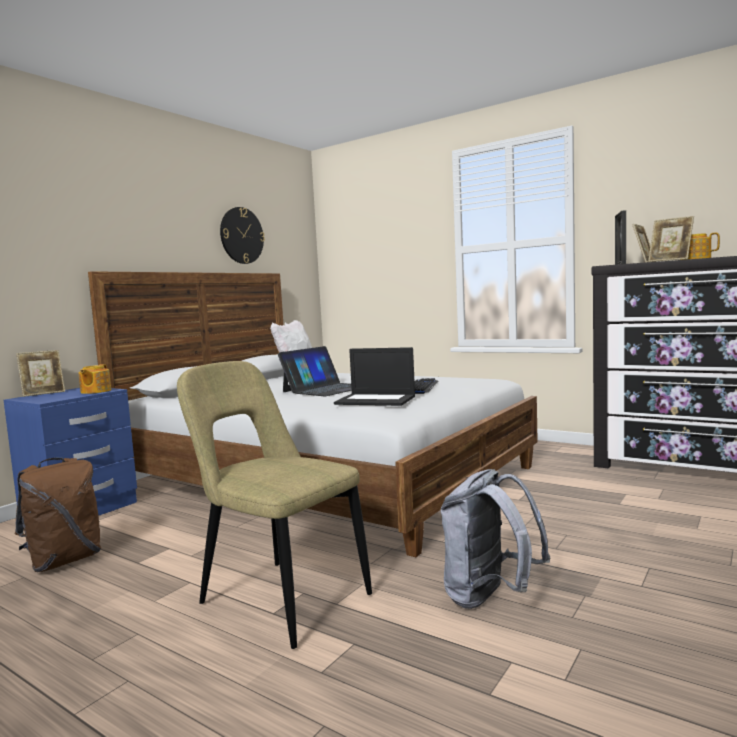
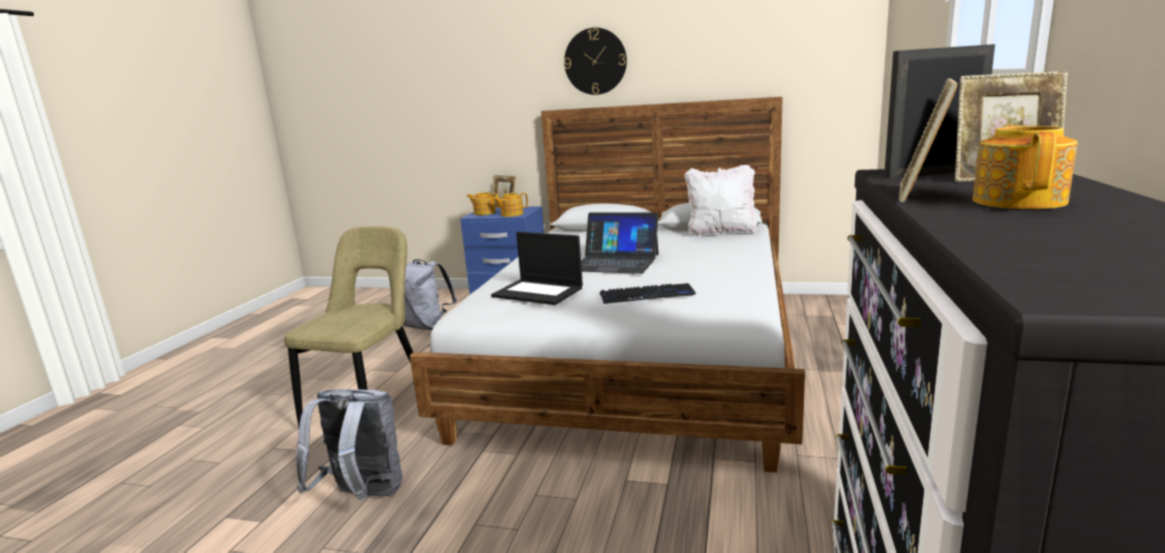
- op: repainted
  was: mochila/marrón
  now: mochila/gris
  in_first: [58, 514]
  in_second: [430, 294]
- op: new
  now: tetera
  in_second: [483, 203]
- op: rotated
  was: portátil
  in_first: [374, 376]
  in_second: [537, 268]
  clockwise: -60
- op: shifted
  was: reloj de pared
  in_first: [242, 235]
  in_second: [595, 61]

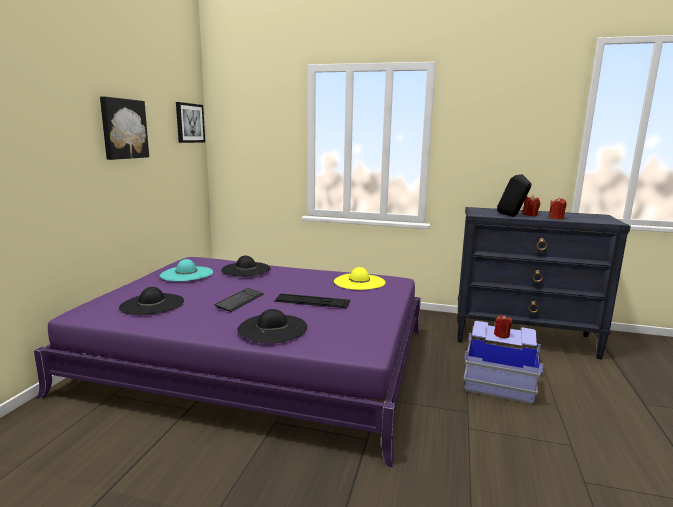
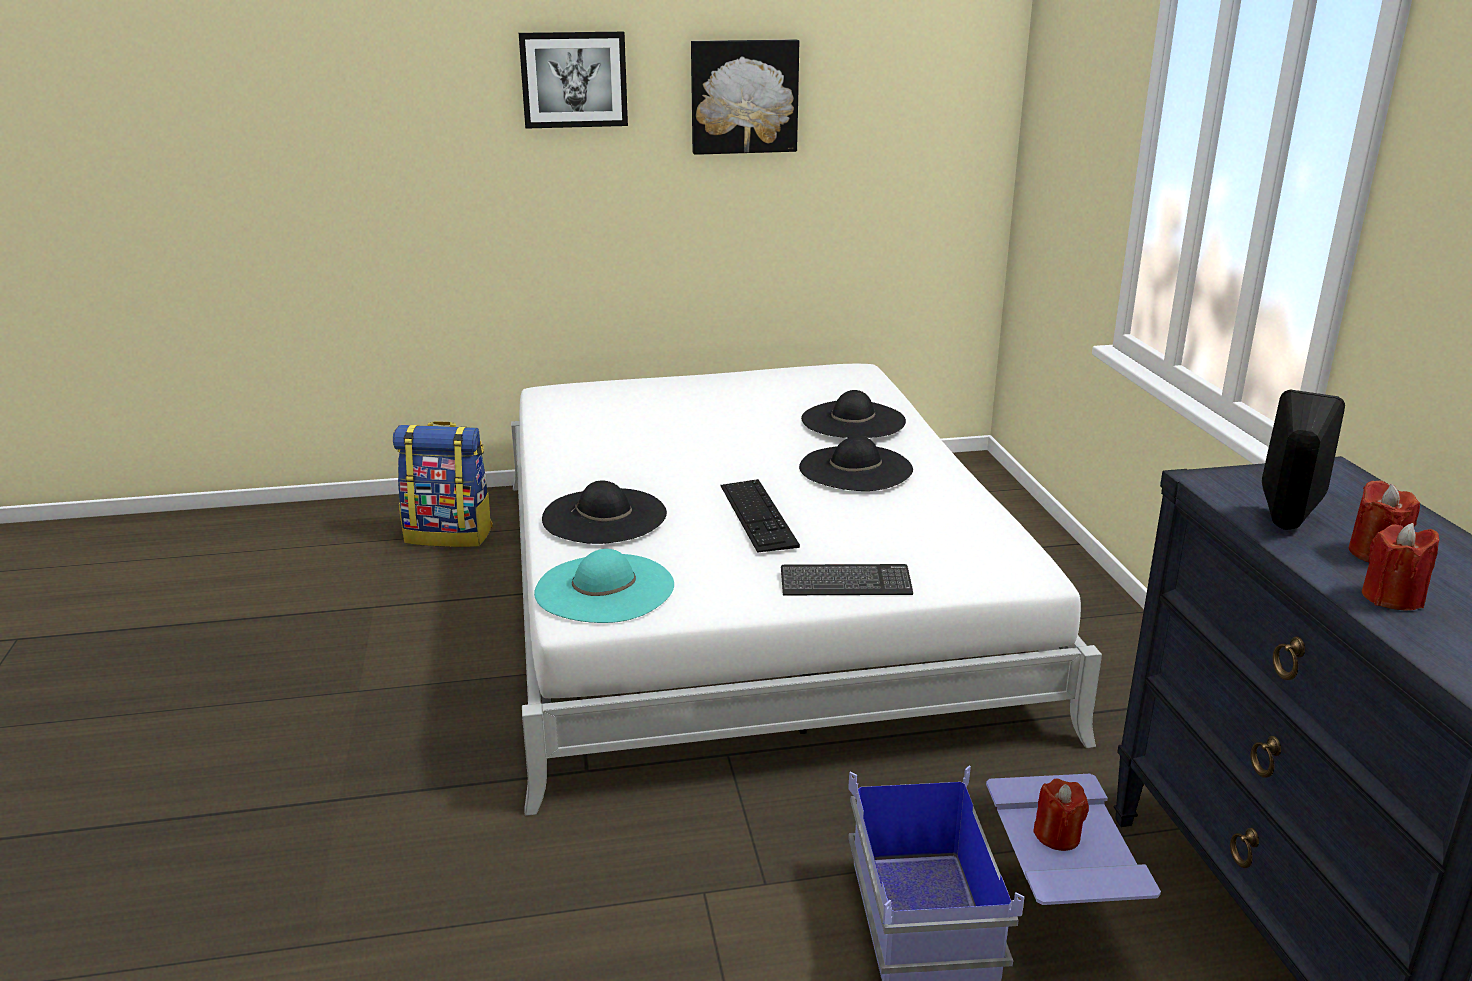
- op: new
  now: mochila
  in_second: [443, 484]
- op: repainted
  was: cama/morado
  now: cama/blanco
  in_first: [227, 362]
  in_second: [806, 590]
- op: shifted
  was: cuadro
  in_first: [190, 122]
  in_second: [573, 80]
- op: shifted
  was: sombrero/turquesa
  in_first: [186, 270]
  in_second: [604, 586]
- op: shifted
  was: teclado
  in_first: [239, 300]
  in_second: [847, 579]
- op: shifted
  was: sombrero/negro
  in_first: [151, 301]
  in_second: [856, 463]
- op: gone
  was: sombrero/amarillo
  in_first: [359, 278]

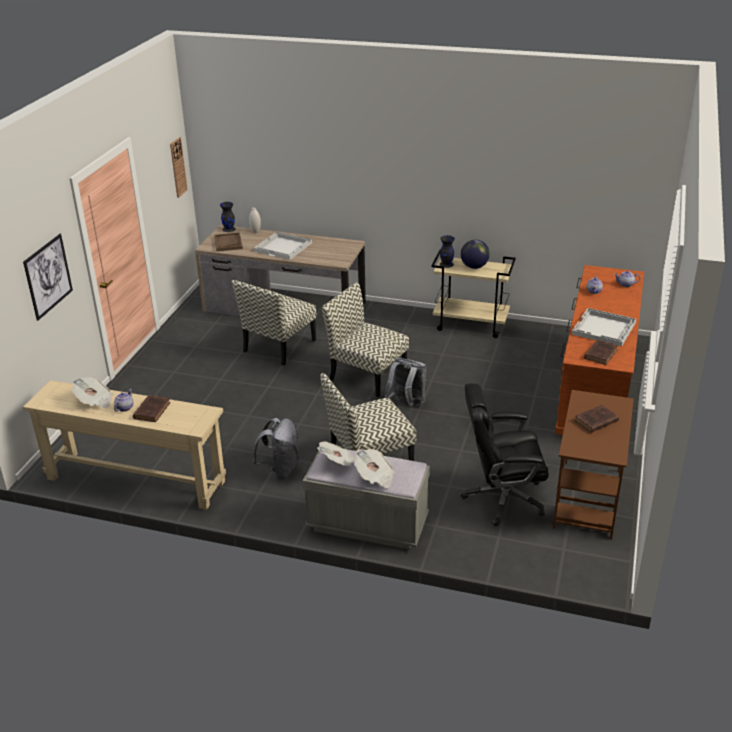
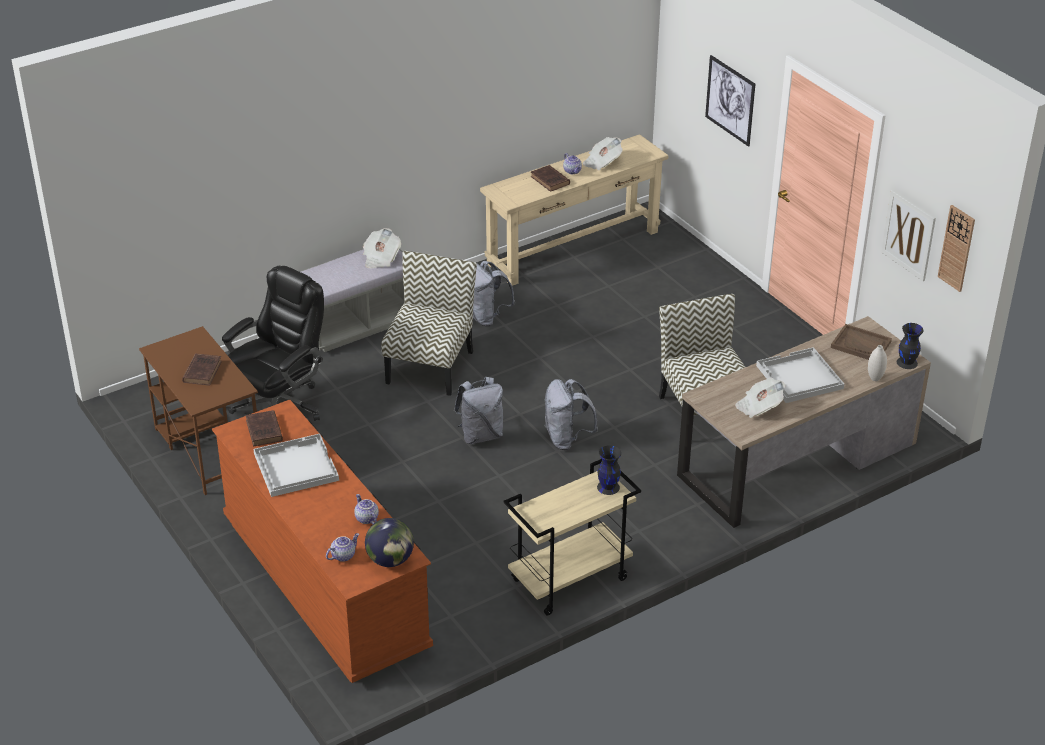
- op: shifted
  was: globo terráqueo
  in_first: [475, 254]
  in_second: [389, 542]
- op: swapped
  was: silla
  now: mochila/gris
  in_first: [365, 339]
  in_second: [571, 414]
- op: shifted
  was: periódico
  in_first: [374, 468]
  in_second: [760, 398]
- op: new
  now: cuadro
  in_second: [908, 235]

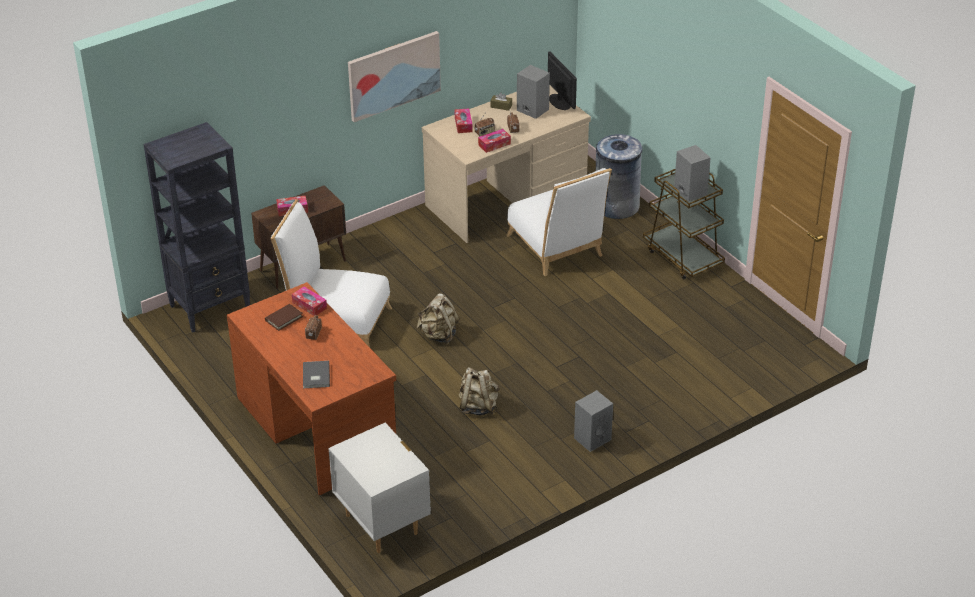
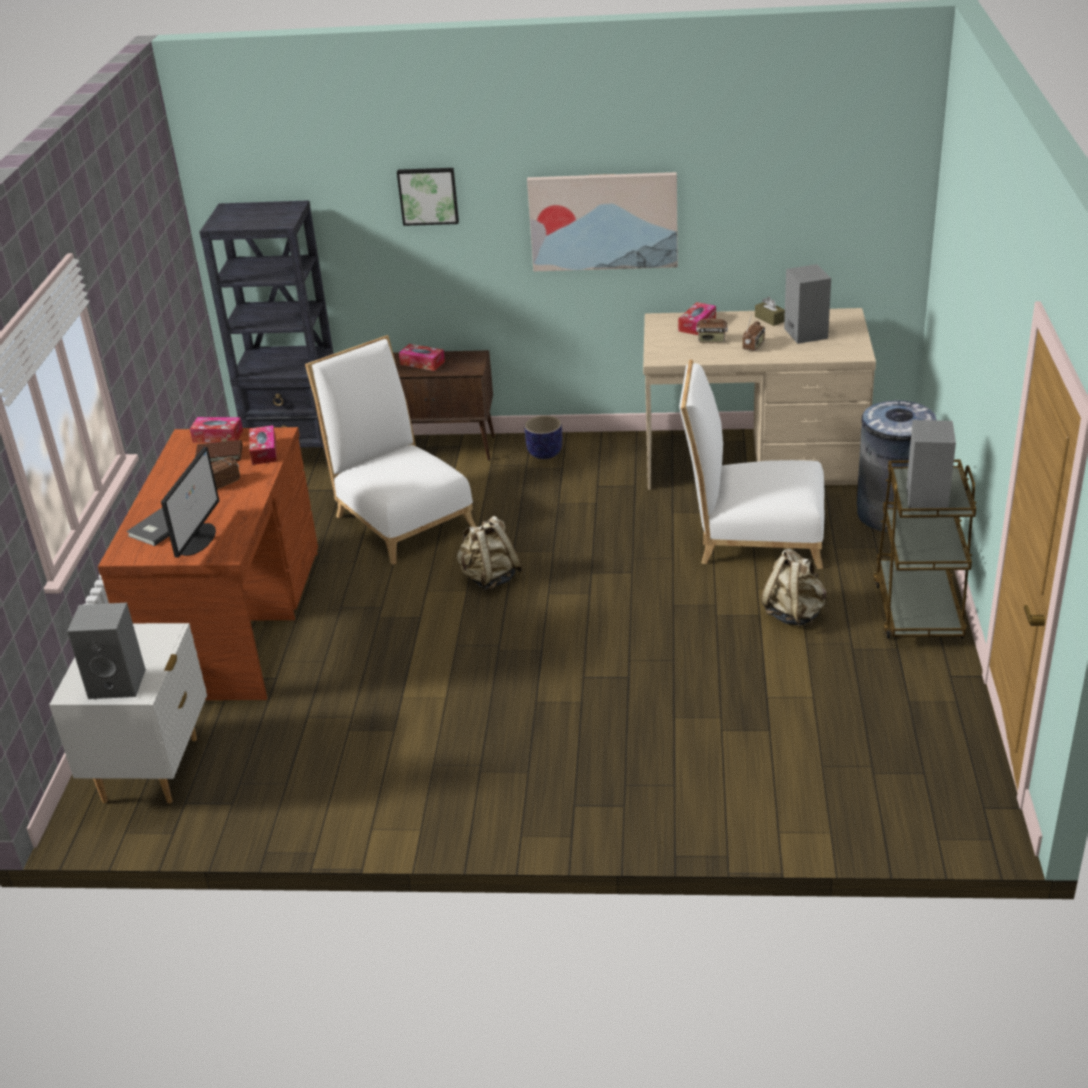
- op: shifted
  was: altavoz/gris
  in_first: [593, 421]
  in_second: [106, 651]
- op: shifted
  was: monitor
  in_first: [562, 81]
  in_second: [190, 502]
- op: shifted
  was: caja de pañuelos
  in_first: [494, 141]
  in_second: [216, 430]
- op: new
  now: cuadro
  in_second: [428, 197]
- op: new
  now: maceta
  in_second: [543, 437]
- op: rotated
  was: silla/blanco
  in_first: [559, 222]
  in_second: [751, 464]
  clockwise: 90
- op: shifted
  was: mochila/beis
  in_first: [479, 391]
  in_second: [793, 588]

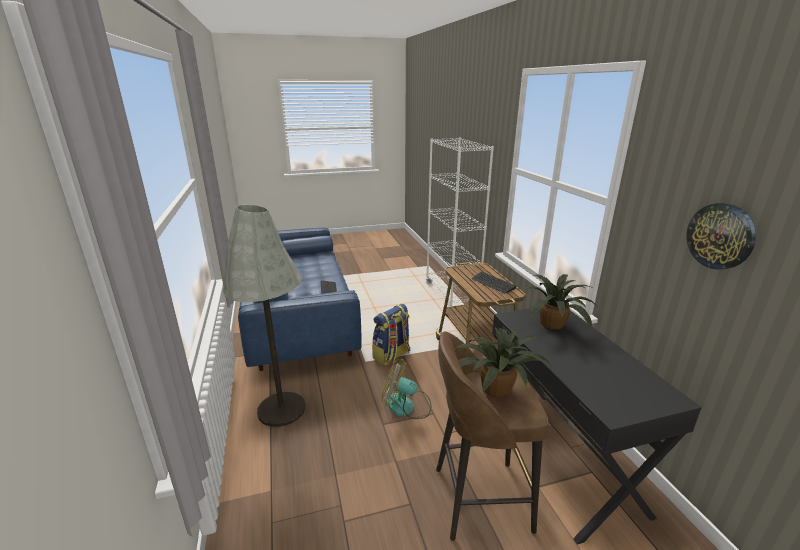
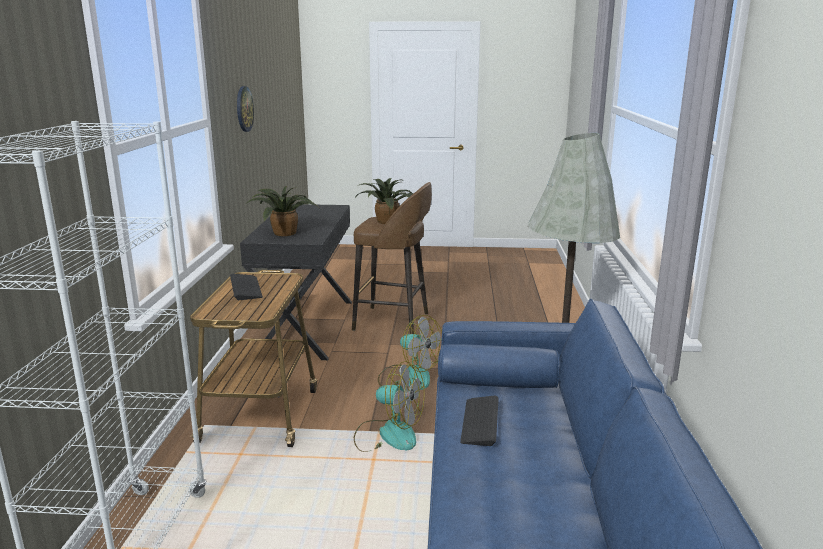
- op: swapped
  was: mochila
  now: ventilador
  in_first: [391, 335]
  in_second: [389, 406]

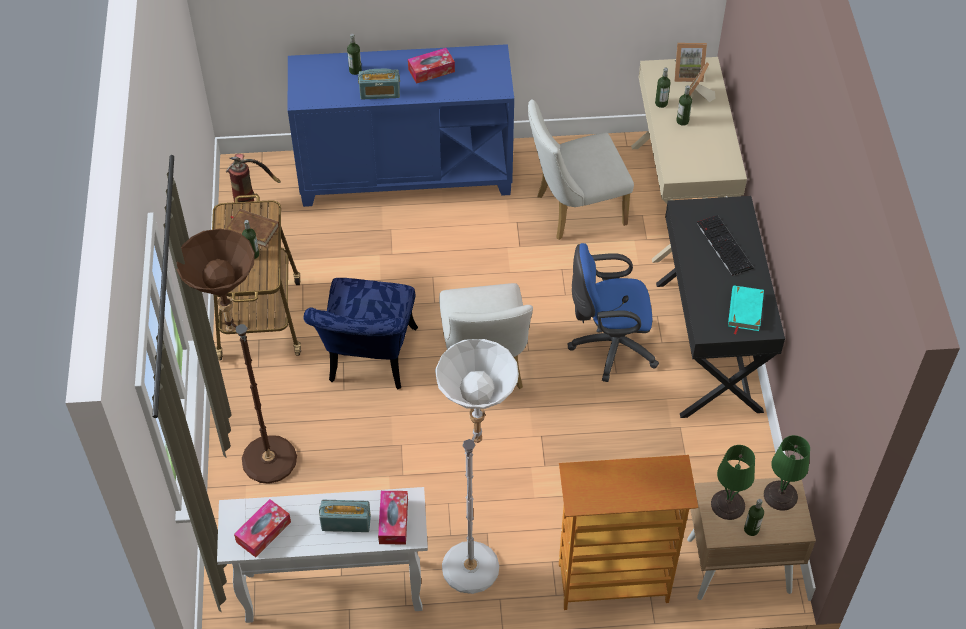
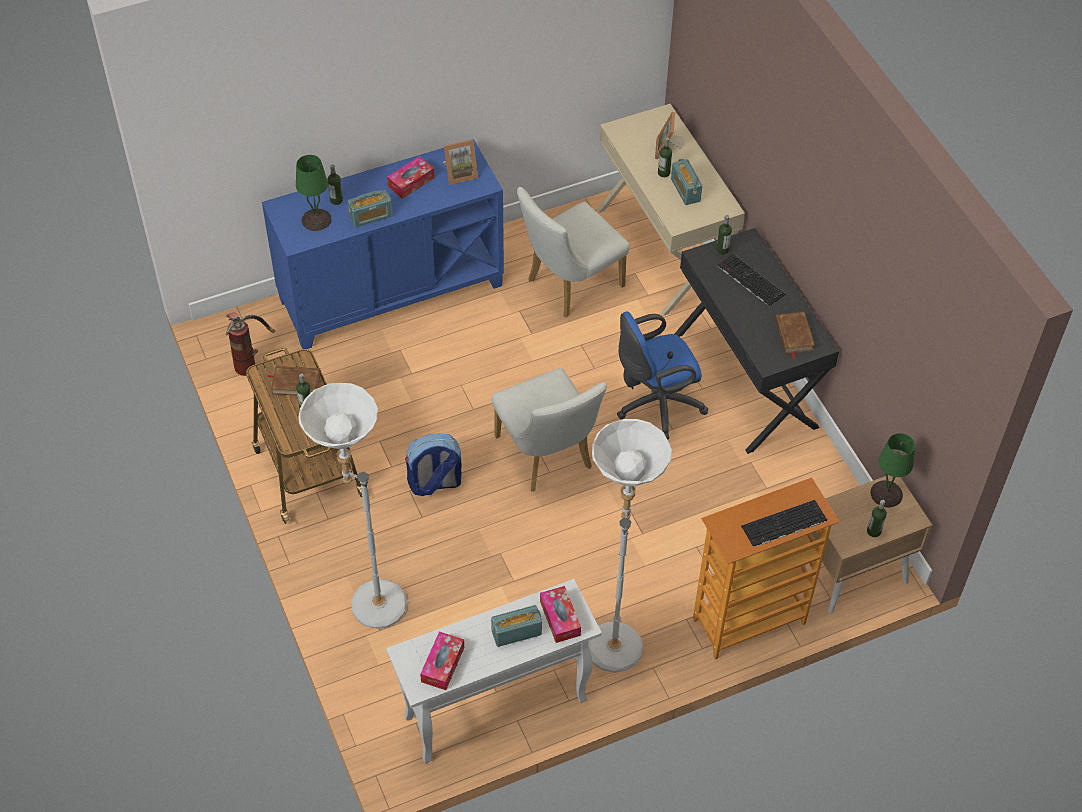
- op: shifted
  was: lámpara de mesa/verde
  in_first: [733, 482]
  in_second: [314, 193]
- op: repainted
  was: lámpara de pie/marrón
  now: lámpara de pie/blanco
  in_first: [236, 356]
  in_second: [353, 506]
- op: swapped
  was: silla/azul
  now: mochila
  in_first: [361, 334]
  in_second: [433, 464]
- op: shifted
  was: portarretratos
  in_first: [690, 62]
  in_second: [460, 162]
- op: new
  now: radio
  in_second: [686, 181]
- op: shifted
  was: botella
  in_first: [662, 87]
  in_second: [724, 235]
- op: new
  now: teclado
  in_second: [784, 523]
- op: repainted
  was: libro/turquesa
  now: libro/marrón
  in_first: [746, 310]
  in_second: [795, 335]

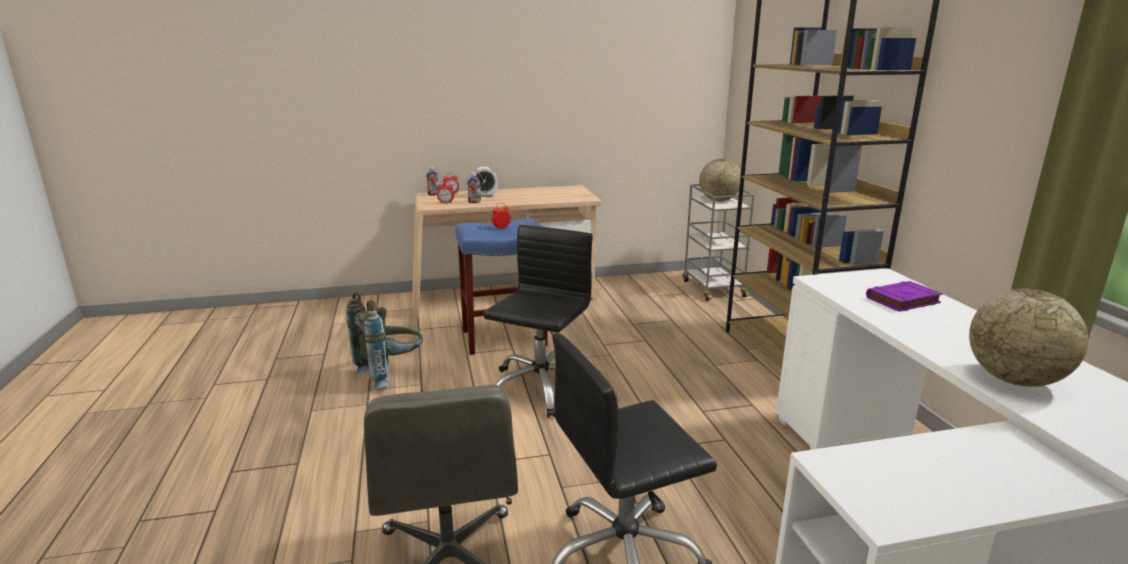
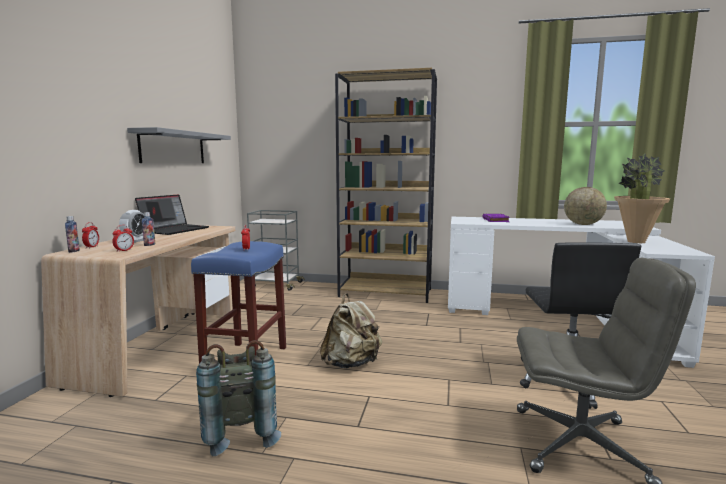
- op: new
  now: estante/gris
  in_second: [179, 145]
- op: new
  now: portátil
  in_second: [172, 214]
- op: swapped
  was: silla de oficina/negro
  now: mochila/beis
  in_first: [538, 321]
  in_second: [351, 330]
- op: new
  now: planta en maceta
  in_second: [642, 198]
- op: gone
  was: globo terráqueo
  in_first: [720, 180]

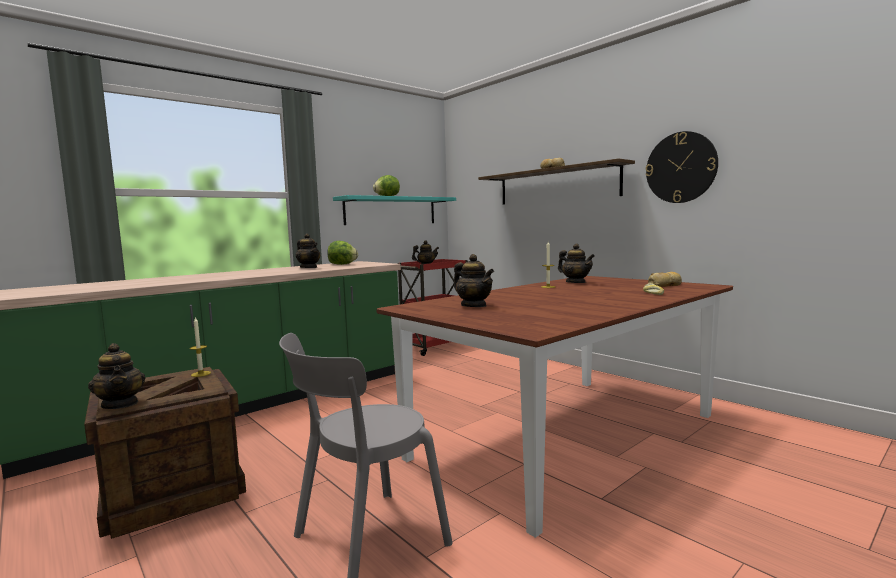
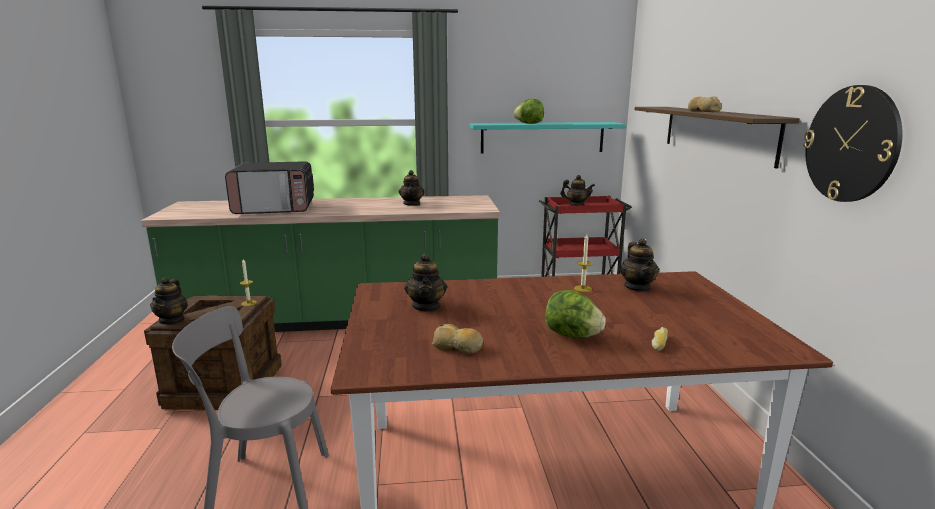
- op: new
  now: microondas
  in_second: [269, 187]
- op: shifted
  was: pan
  in_first: [665, 279]
  in_second: [457, 339]
- op: shifted
  was: lechuga
  in_first: [343, 253]
  in_second: [575, 314]

